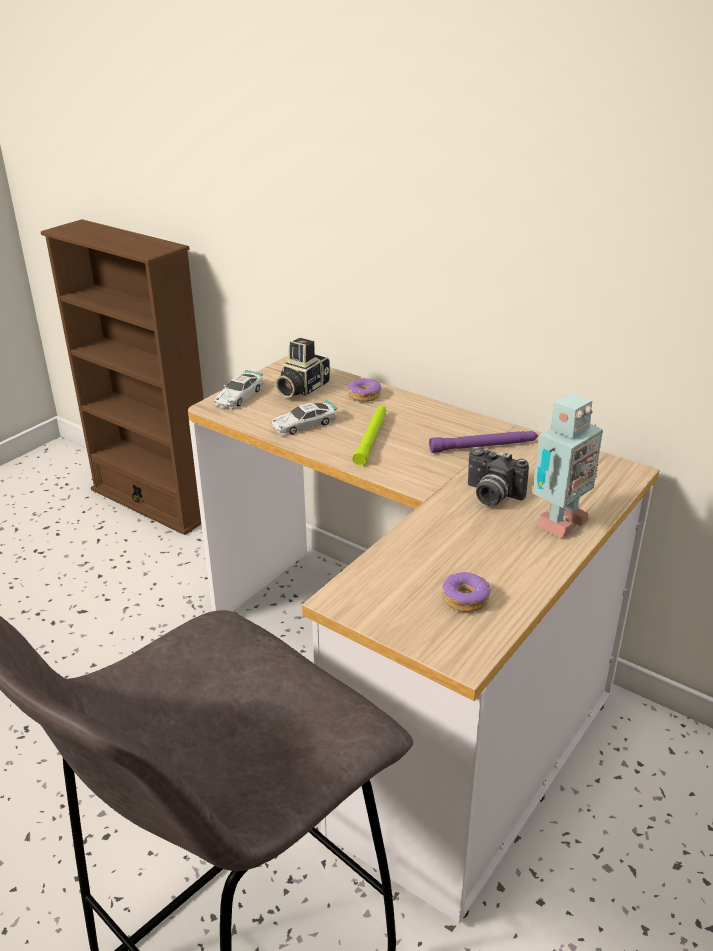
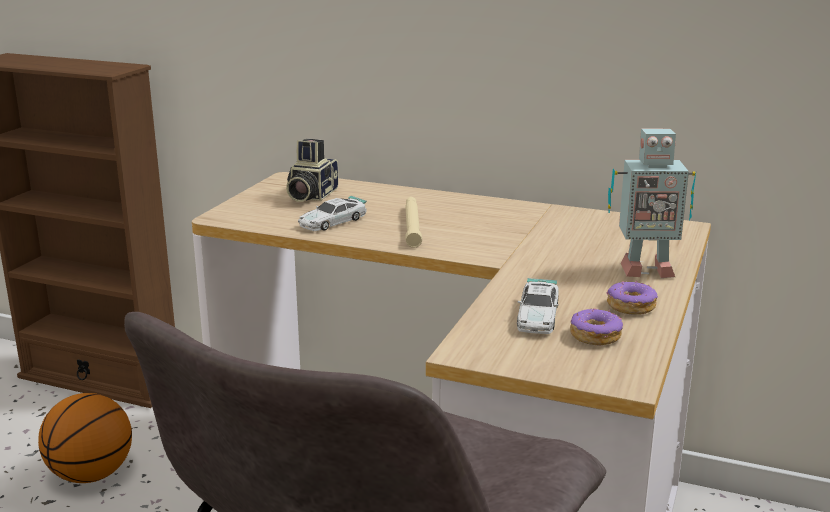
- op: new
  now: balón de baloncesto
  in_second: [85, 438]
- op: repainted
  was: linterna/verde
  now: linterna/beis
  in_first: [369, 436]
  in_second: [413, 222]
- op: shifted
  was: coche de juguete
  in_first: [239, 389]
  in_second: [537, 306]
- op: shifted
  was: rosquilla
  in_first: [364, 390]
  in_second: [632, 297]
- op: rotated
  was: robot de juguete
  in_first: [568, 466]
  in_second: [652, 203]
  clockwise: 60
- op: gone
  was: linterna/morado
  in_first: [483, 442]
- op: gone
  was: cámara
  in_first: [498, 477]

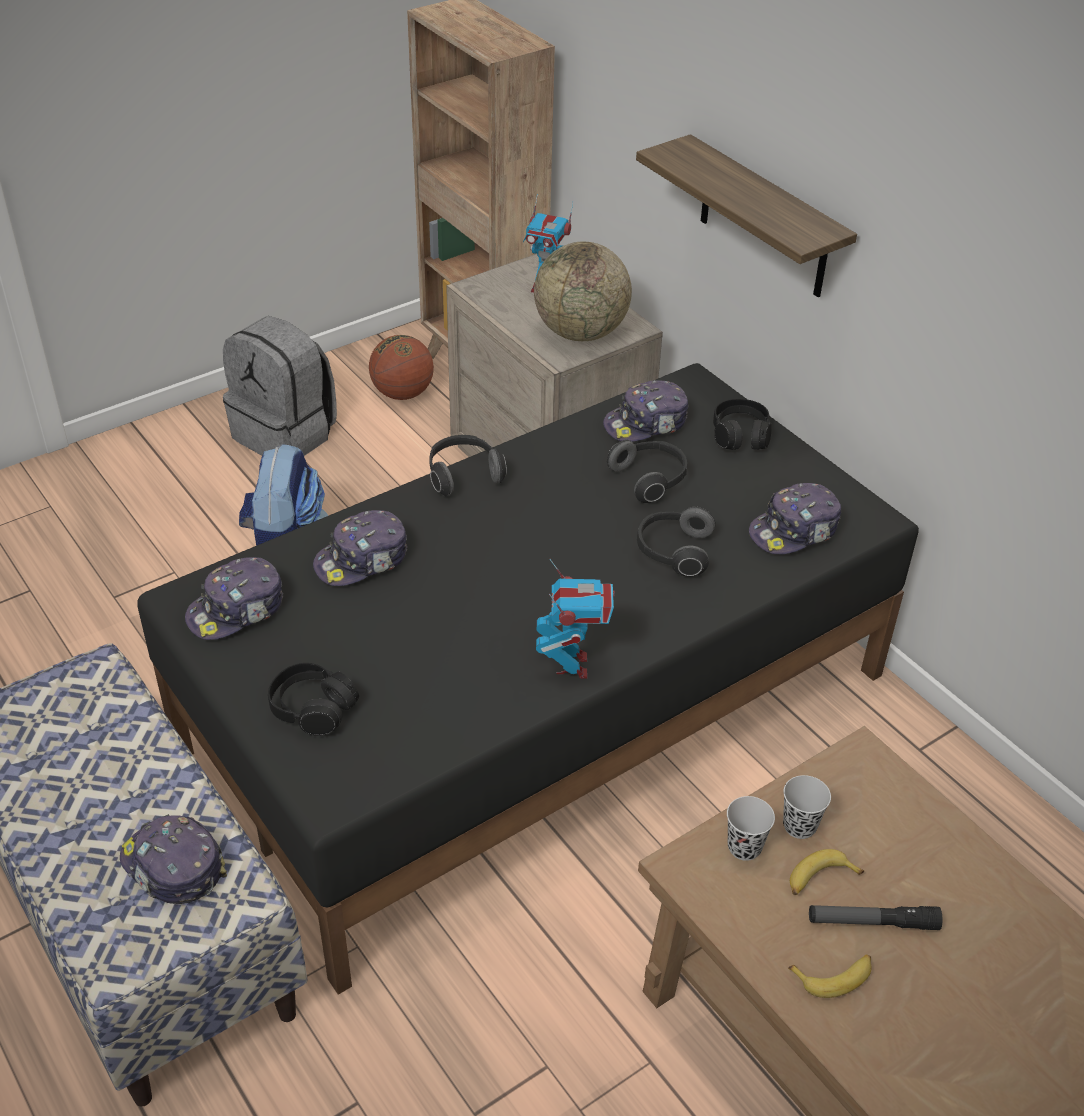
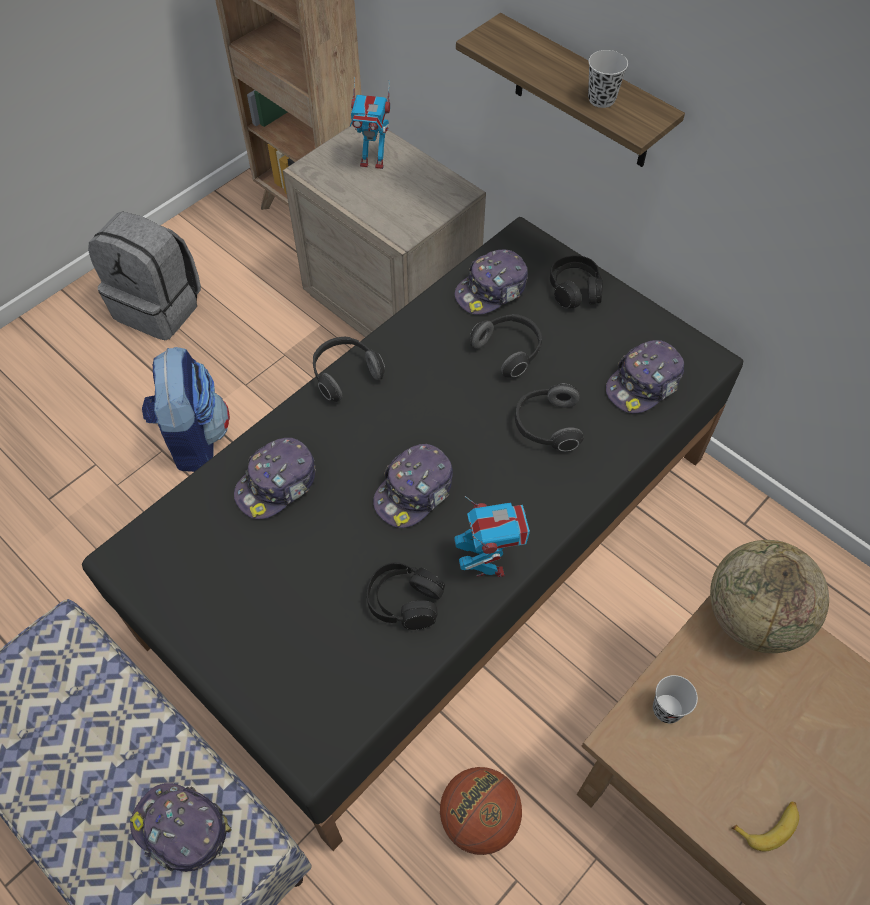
- op: shifted
  was: auriculares/negro
  in_first: [313, 699]
  in_second: [406, 596]
- op: shifted
  was: gorra
  in_first: [234, 598]
  in_second: [413, 486]
- op: shifted
  was: balón de baloncesto
  in_first: [401, 367]
  in_second: [481, 811]
- op: shifted
  was: taza/negro
  in_first: [807, 807]
  in_second: [608, 79]
- op: shifted
  was: globo terráqueo
  in_first: [583, 291]
  in_second: [769, 596]
- op: gone
  was: plátano
  in_first: [827, 872]
- op: gone
  was: linterna
  in_first: [875, 917]

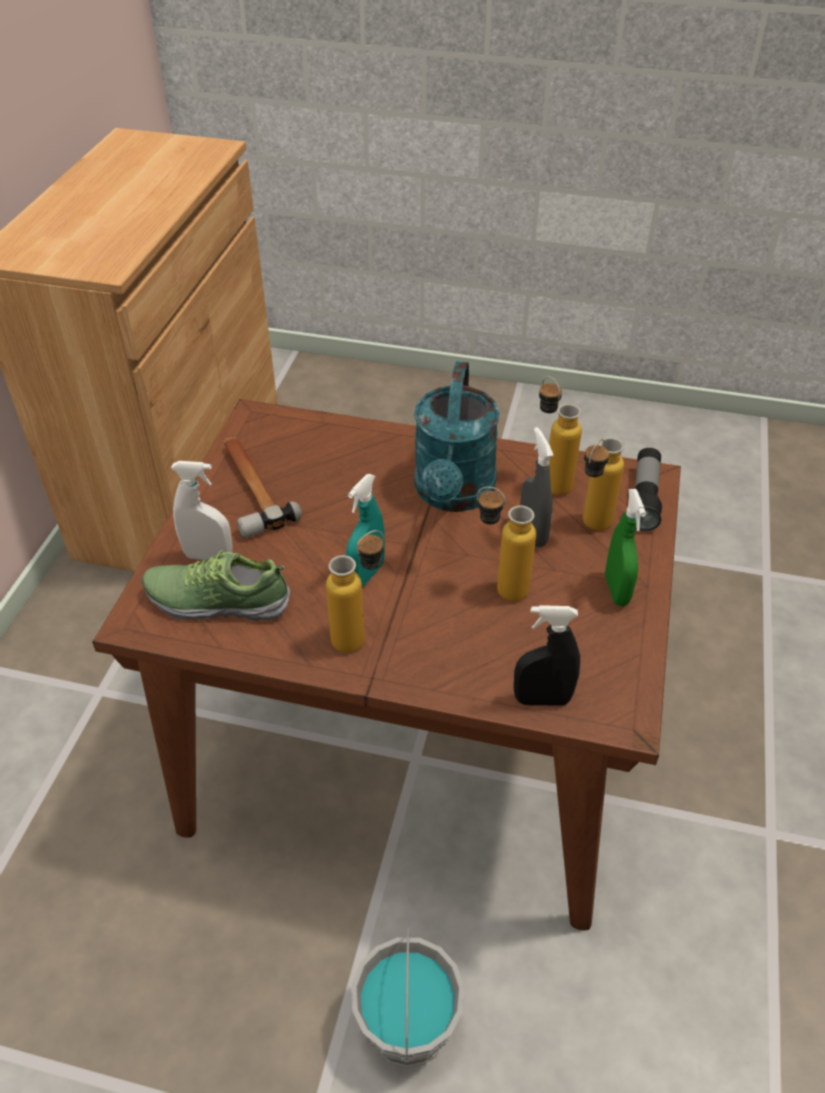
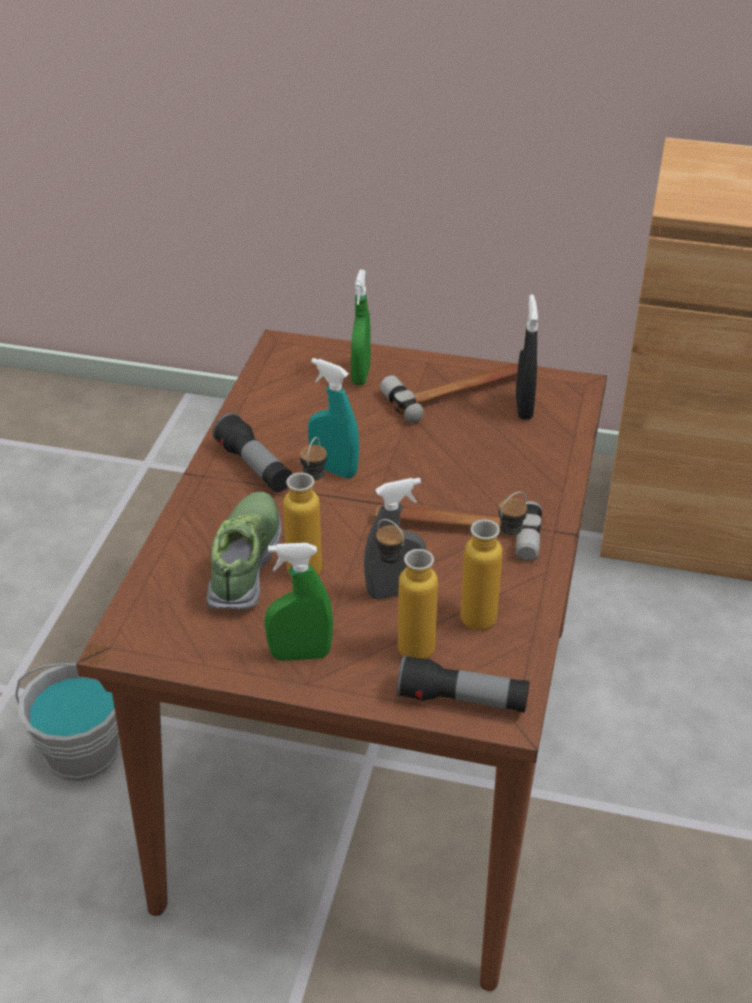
- op: shifted
  was: zapato
  in_first: [216, 585]
  in_second: [244, 551]
- op: swapped
  was: botella
  now: linterna
  in_first: [355, 591]
  in_second: [252, 452]
- op: repainted
  was: pulverizador/blanco
  now: pulverizador/verde
  in_first: [201, 510]
  in_second: [361, 327]
- op: swapped
  was: regadera/turquesa
  now: martillo
  in_first: [457, 436]
  in_second: [458, 531]
- op: shifted
  was: pulverizador/negro
  in_first: [547, 655]
  in_second: [527, 357]

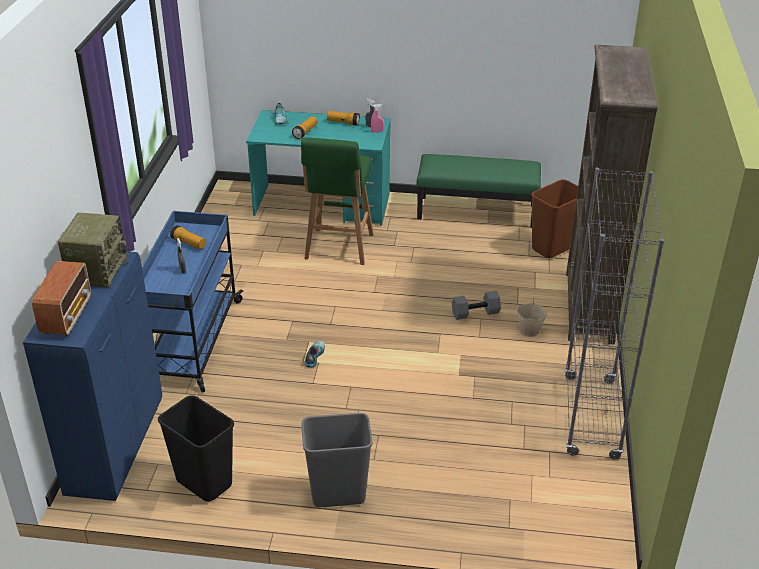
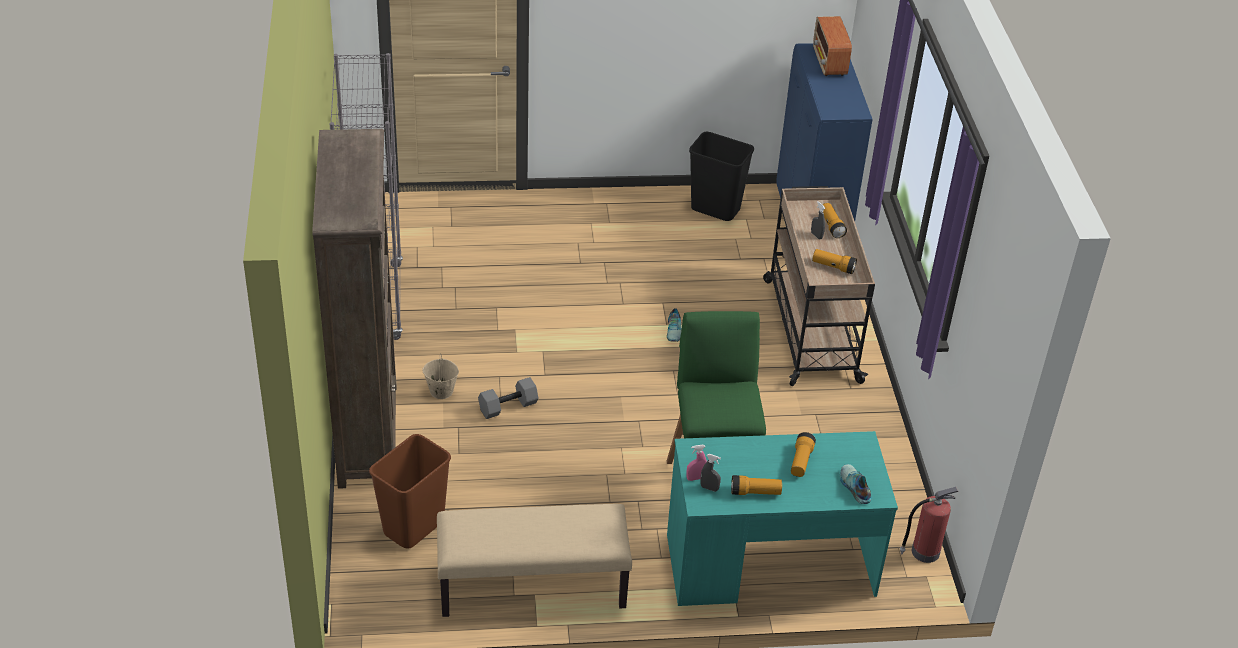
- op: repainted
  was: banco/verde
  now: banco/beis
  in_first: [478, 191]
  in_second: [534, 560]
- op: repainted
  was: carrito/azul
  now: carrito/beis
  in_first: [192, 302]
  in_second: [819, 286]
- op: new
  now: linterna
  in_second: [834, 220]
- op: new
  now: extintor
  in_second: [929, 525]
- op: gone
  was: radio
  in_first: [93, 250]
- op: gone
  was: papelera/gris
  in_first: [337, 460]

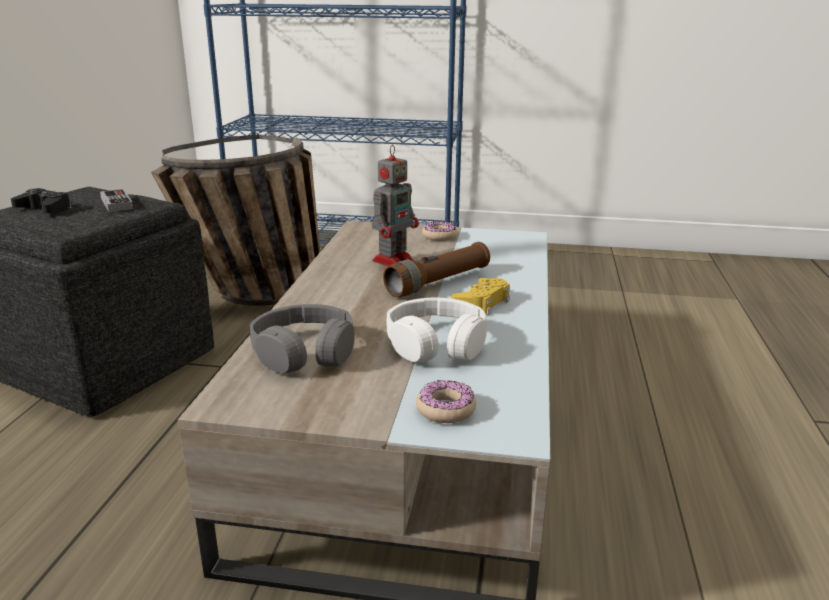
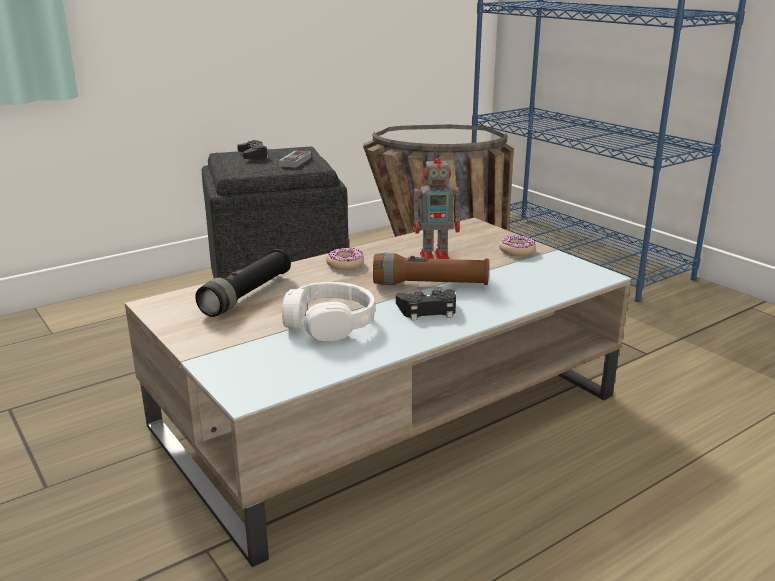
- op: swapped
  was: auriculares/gris
  now: linterna/negro
  in_first: [302, 339]
  in_second: [243, 283]
- op: shifted
  was: rosquilla
  in_first: [446, 401]
  in_second: [345, 258]
- op: repainted
  was: mando de consola/amarillo
  now: mando de consola/negro
  in_first: [480, 296]
  in_second: [426, 304]

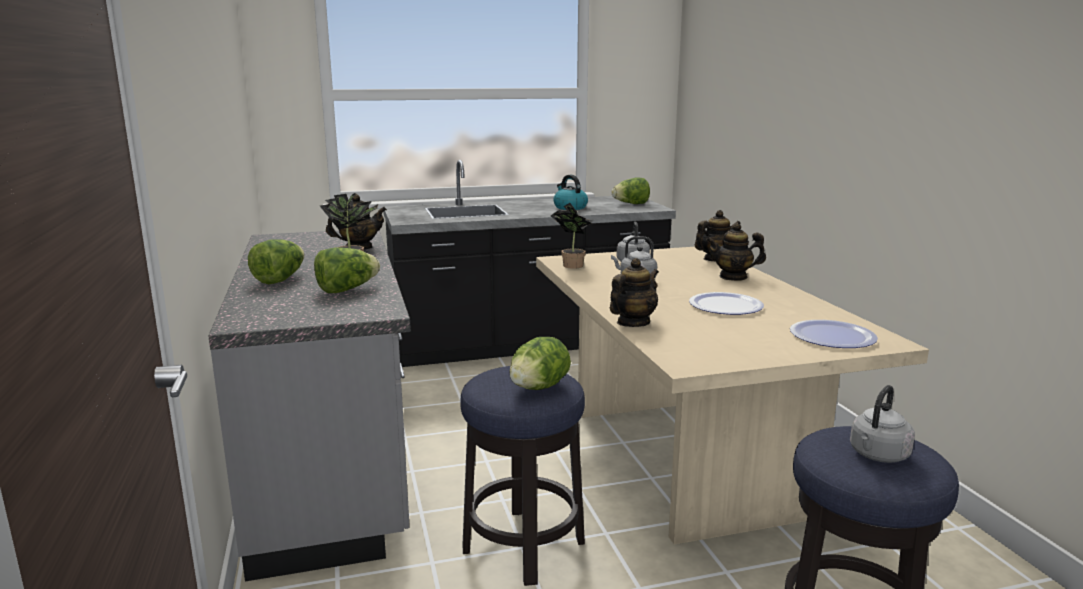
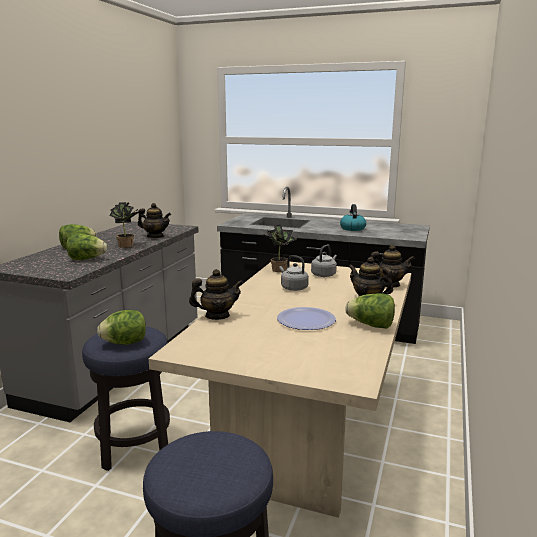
- op: shifted
  was: lechuga
  in_first: [631, 190]
  in_second: [370, 311]
- op: gone
  was: plato
  in_first: [834, 334]
- op: gone
  was: hervidor/gris
  in_first: [882, 424]

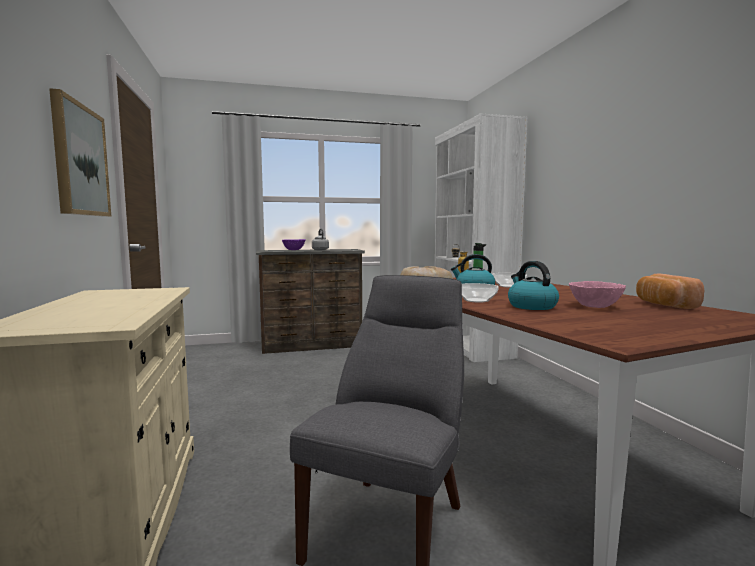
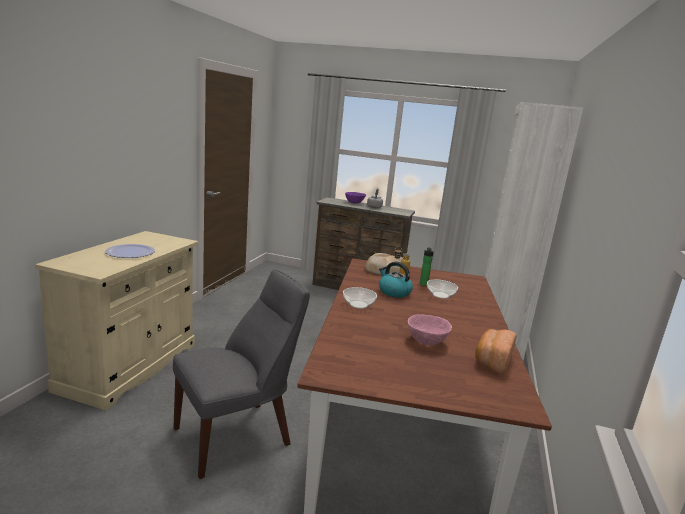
- op: new
  now: plato
  in_second: [130, 251]
- op: gone
  was: cuadro
  in_first: [80, 152]
- op: gone
  was: hervidor
  in_first: [533, 285]

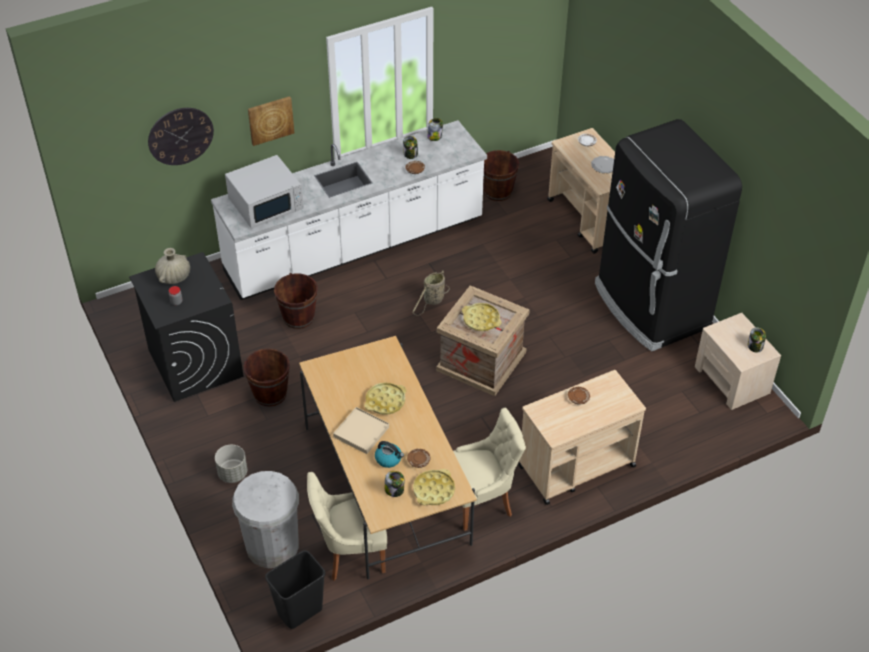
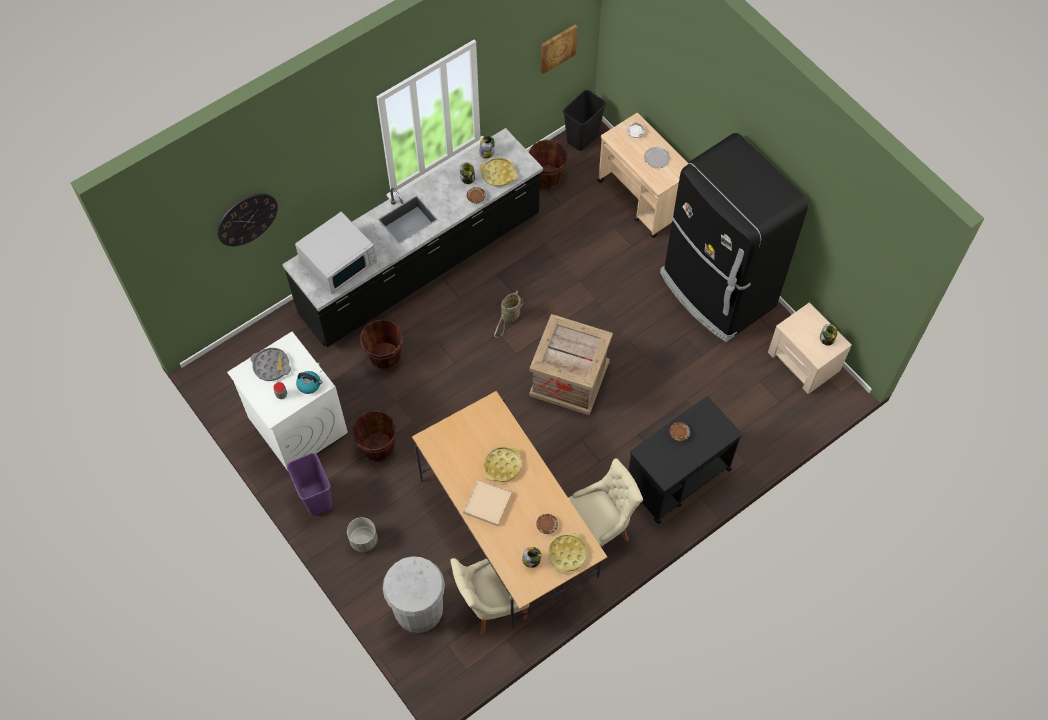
- op: repainted
  was: lavadora/negro
  now: lavadora/blanco
  in_first: [186, 327]
  in_second: [287, 401]
- op: swapped
  was: florero/beis
  now: bandeja/gris
  in_first: [172, 266]
  in_second: [271, 364]
- op: repainted
  was: mueble bajo de cocina/blanco
  now: mueble bajo de cocina/negro
  in_first: [349, 210]
  in_second: [412, 237]
- op: new
  now: papelera/morado
  in_second: [309, 484]
- op: shifted
  was: hervidor
  in_first: [389, 454]
  in_second: [309, 382]
- op: shifted
  was: bandeja/amarillo
  in_first: [481, 317]
  in_second: [498, 172]
- op: shifted
  was: cuadro
  in_first: [271, 121]
  in_second: [559, 49]
- op: shifted
  was: papelera/negro
  in_first: [295, 589]
  in_second: [584, 120]
- op: repainted
  was: carrito/beis
  now: carrito/negro
  in_first: [582, 437]
  in_second: [685, 460]

